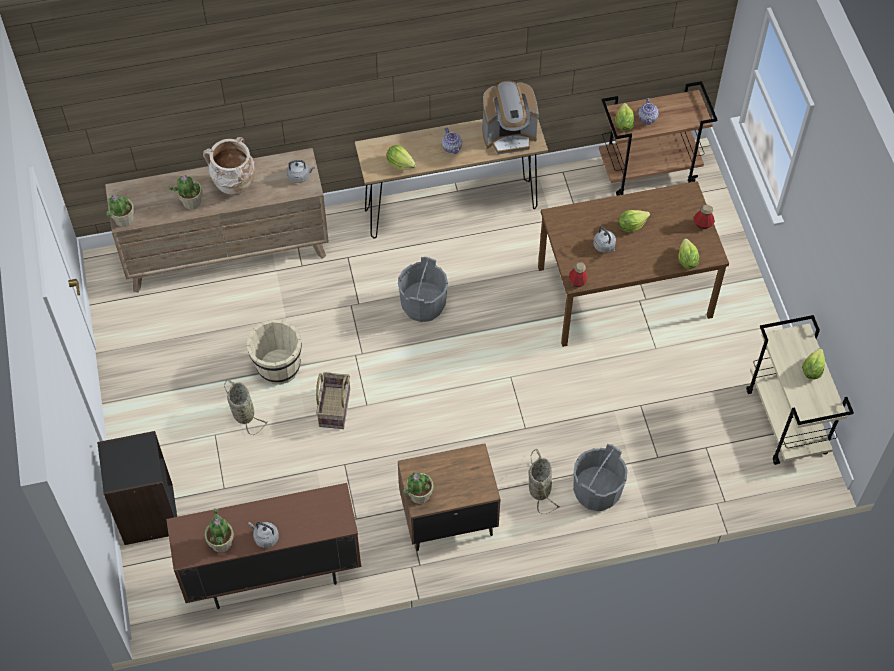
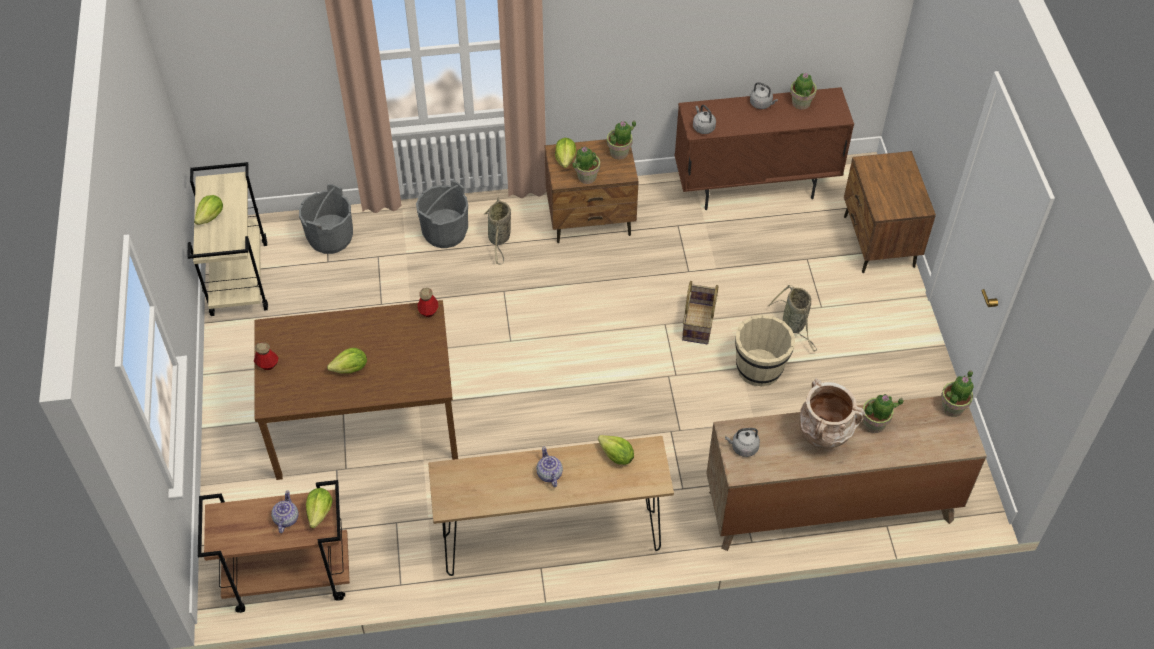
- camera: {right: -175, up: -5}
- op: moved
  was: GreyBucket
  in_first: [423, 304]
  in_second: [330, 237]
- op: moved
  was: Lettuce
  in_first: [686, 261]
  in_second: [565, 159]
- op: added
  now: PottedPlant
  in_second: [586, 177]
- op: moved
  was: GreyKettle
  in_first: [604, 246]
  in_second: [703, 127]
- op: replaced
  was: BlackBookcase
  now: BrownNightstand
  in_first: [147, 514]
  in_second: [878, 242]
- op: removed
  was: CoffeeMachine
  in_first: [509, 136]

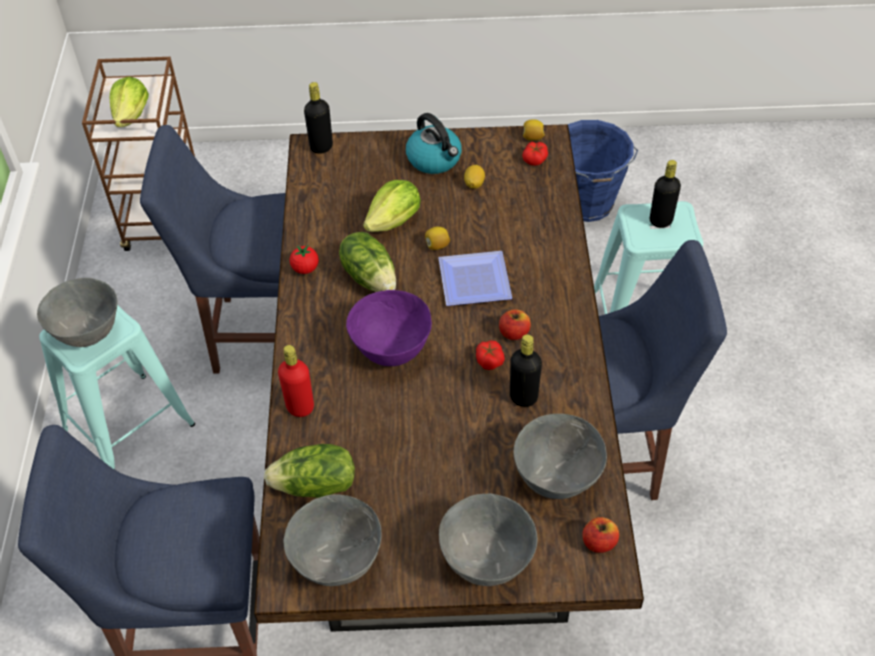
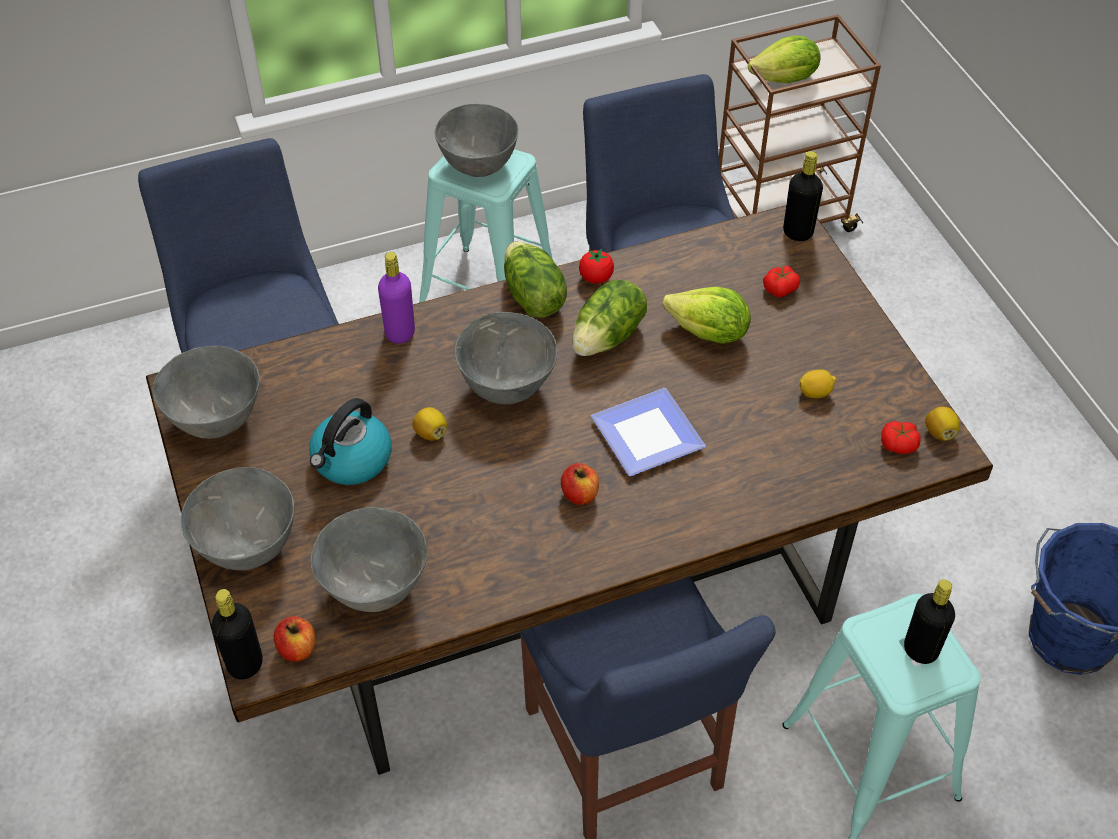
- camera: {right: 70, up: 0}
- op: moved
  was: BlackBottle
  in_first: [523, 397]
  in_second: [245, 664]
- op: moved
  was: Kettle
  in_first: [435, 159]
  in_second: [351, 460]
- op: recoloured
  was: RedBottle
  now: PurpleBottle
  in_first: [300, 407]
  in_second: [400, 333]
- op: moved
  was: Lemon
  in_first: [437, 245]
  in_second: [430, 433]
- op: recoloured
  was: PurpleBowl
  now: GreyBowl
  in_first: [391, 351]
  in_second: [506, 387]
- op: moved
  was: Lettuce
  in_first: [315, 486]
  in_second: [532, 298]
- op: moved
  was: Tomato
  in_first: [489, 360]
  in_second: [780, 288]

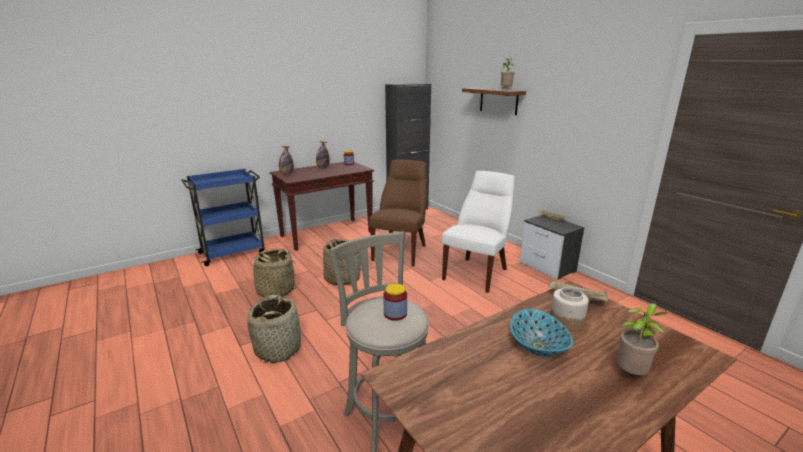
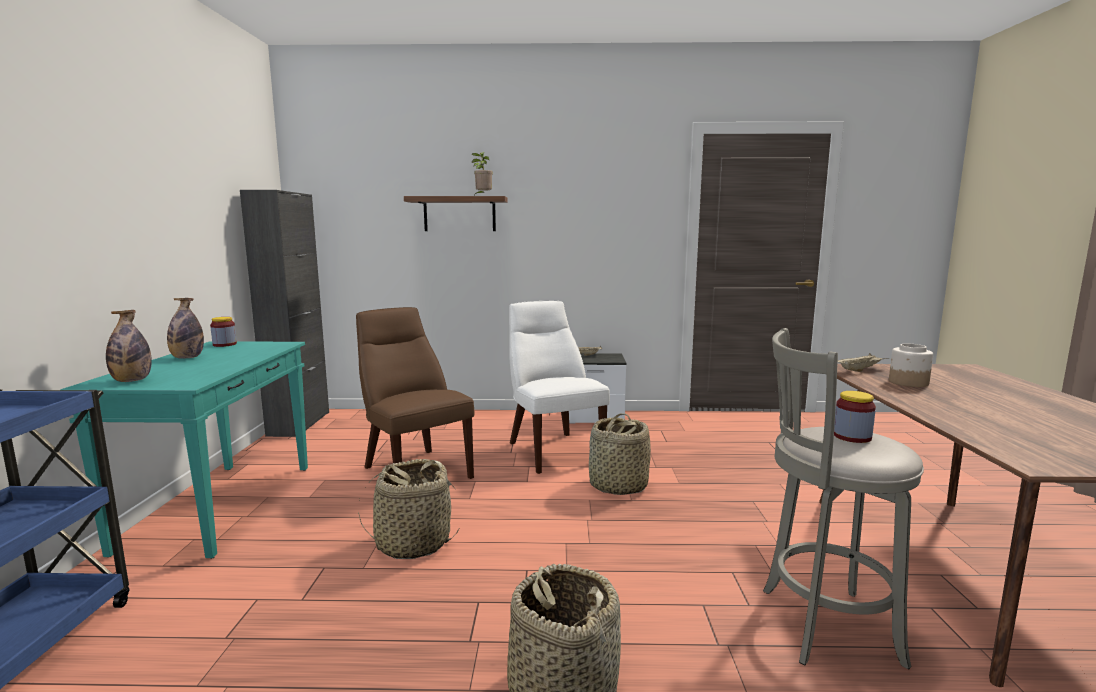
- camera: {right: -55, up: -10}
- op: recoloured
  was: BrownConsoleTable
  now: TurquoiseConsoleTable
  in_first: [327, 234]
  in_second: [221, 506]
- op: moved
  was: Basket
  in_first: [275, 290]
  in_second: [617, 485]
- op: removed
  was: Bowl
  in_first: [538, 347]
- op: removed
  was: PottedPlant
  in_first: [631, 374]

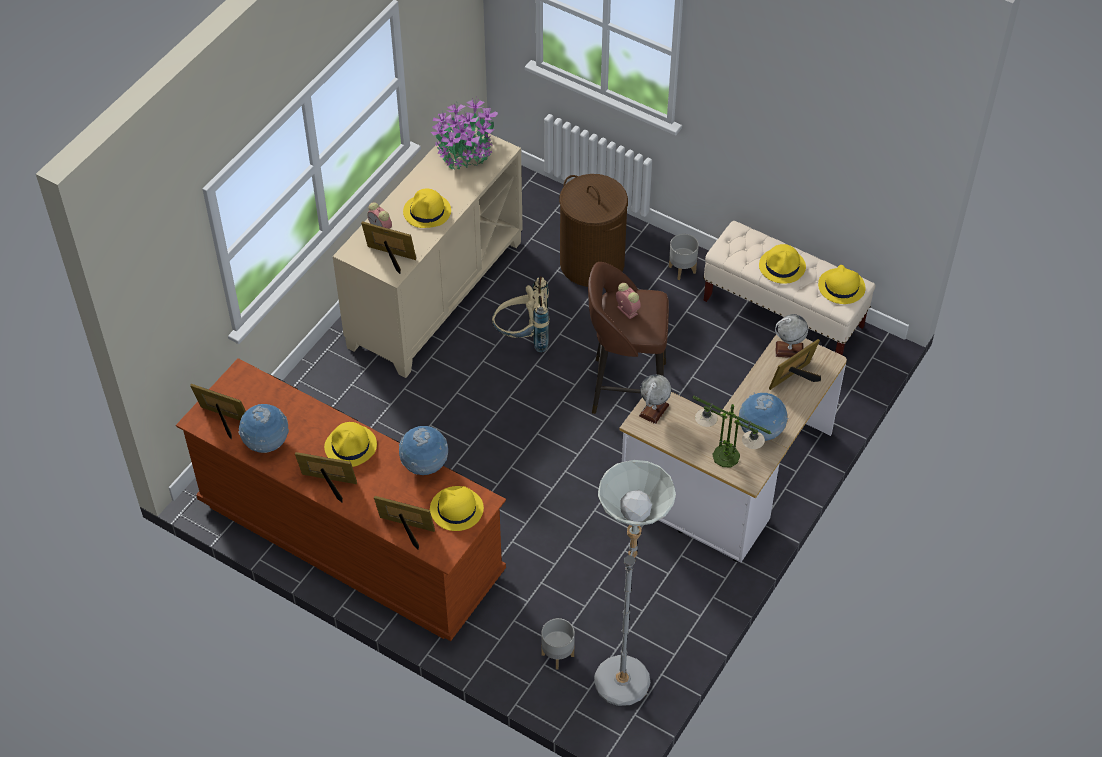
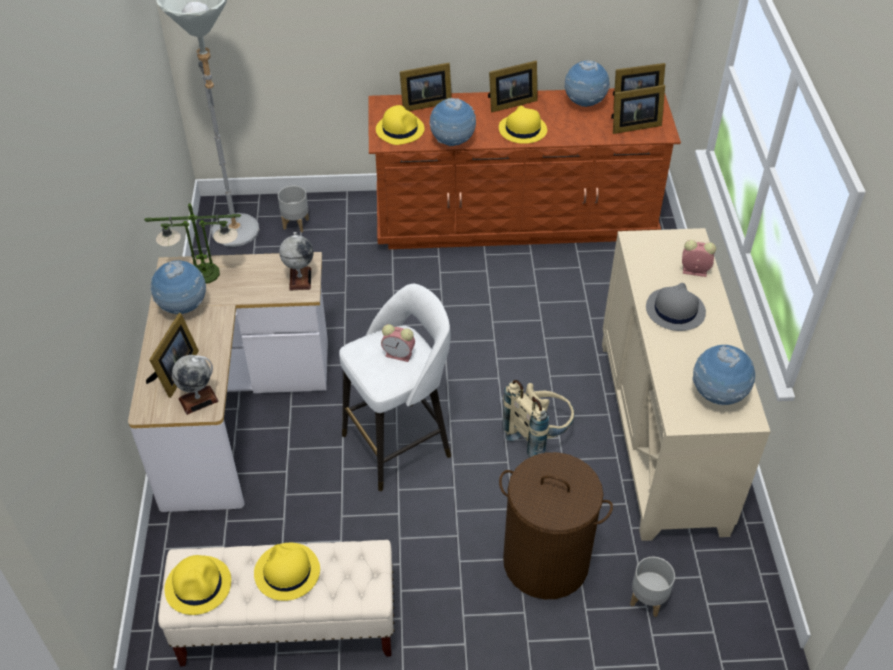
- camera: {right: 145, up: -5}
- op: recoloured
  was: BrownStool
  now: WhiteStool
  in_first: [625, 387]
  in_second: [399, 444]
- op: moved
  was: PictureFrame
  in_first: [391, 258]
  in_second: [633, 125]
- op: moved
  was: GreyPlanter
  in_first: [682, 270]
  in_second: [647, 600]
- op: recoloured
  was: YellowHat
  now: GreyHat
  in_first: [427, 212]
  in_second: [674, 310]
- op: replaced
  was: PottedPlant
  now: Globe
  in_first: [465, 151]
  in_second: [717, 396]

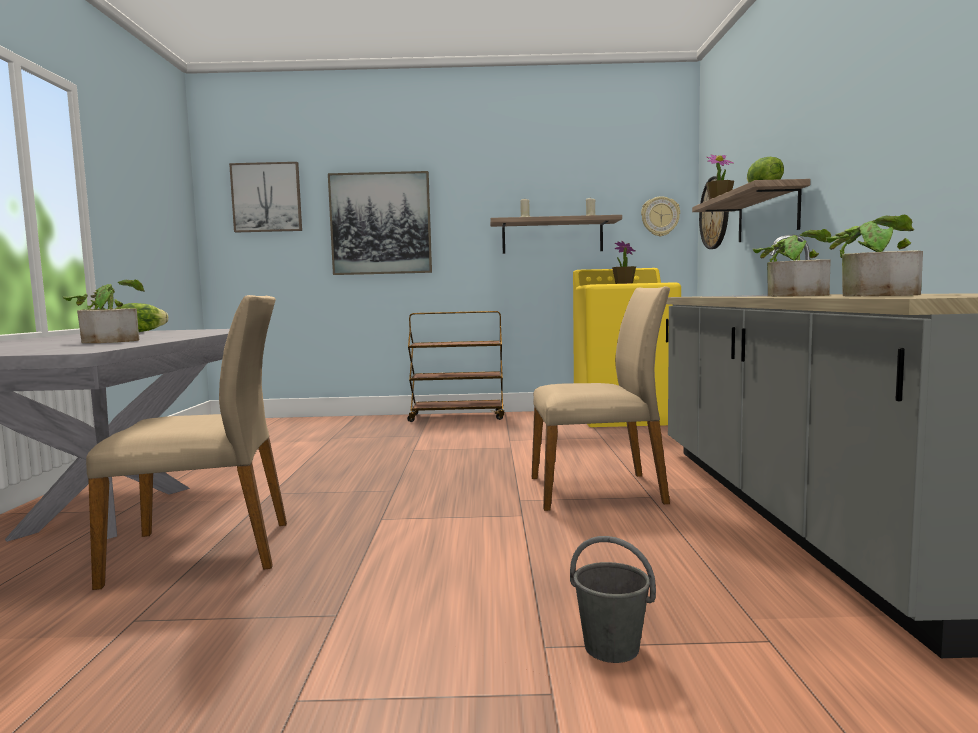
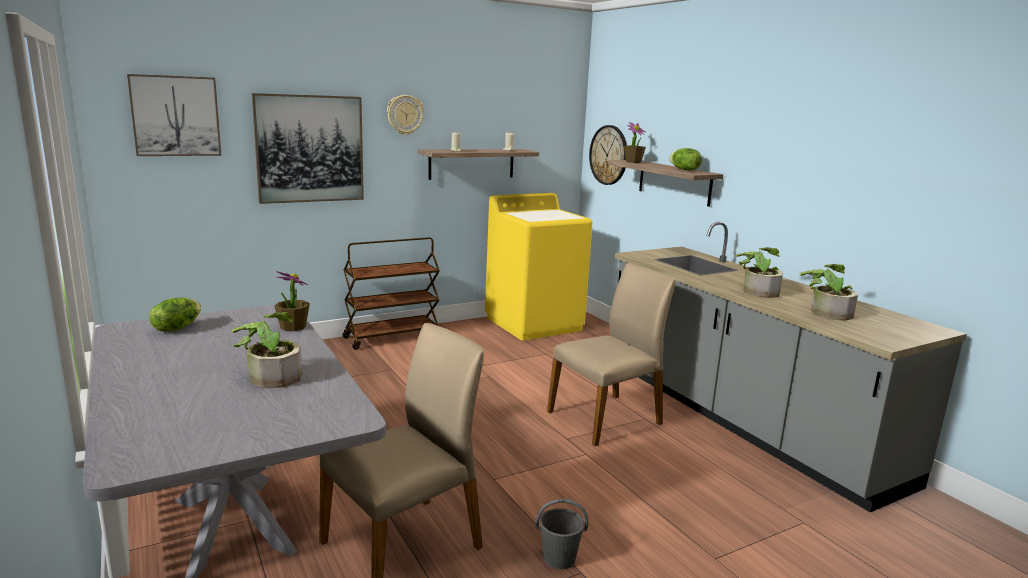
- camera: {right: -30, up: 10}
- op: moved
  was: PottedPlant
  in_first: [623, 283]
  in_second: [293, 327]
- op: moved
  was: WallClock
  in_first: [660, 216]
  in_second: [405, 114]
- op: moved
  was: GreyBucket
  in_first: [610, 647]
  in_second: [558, 558]

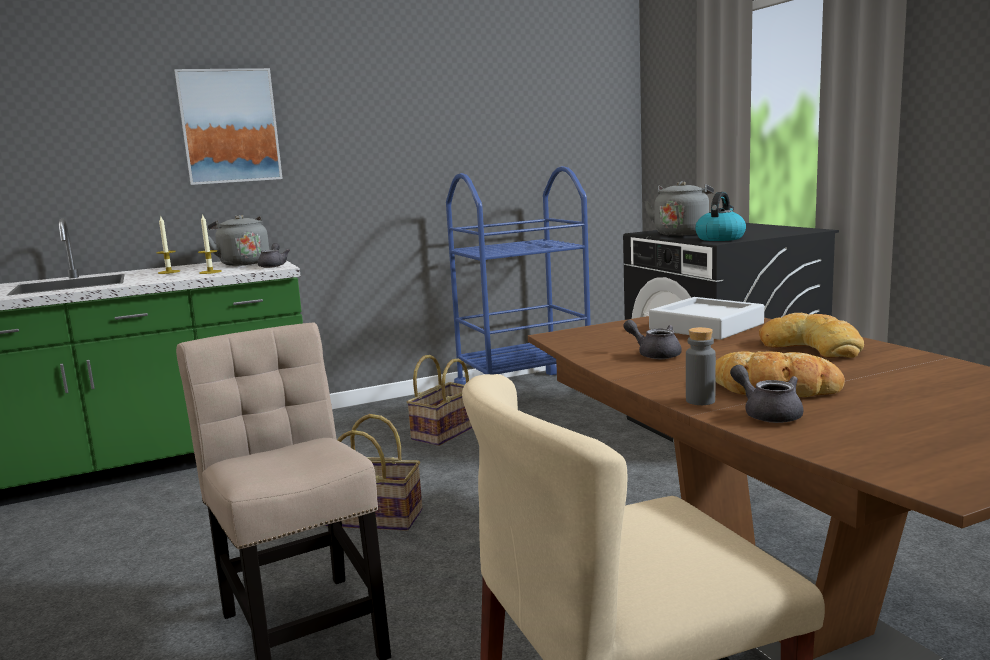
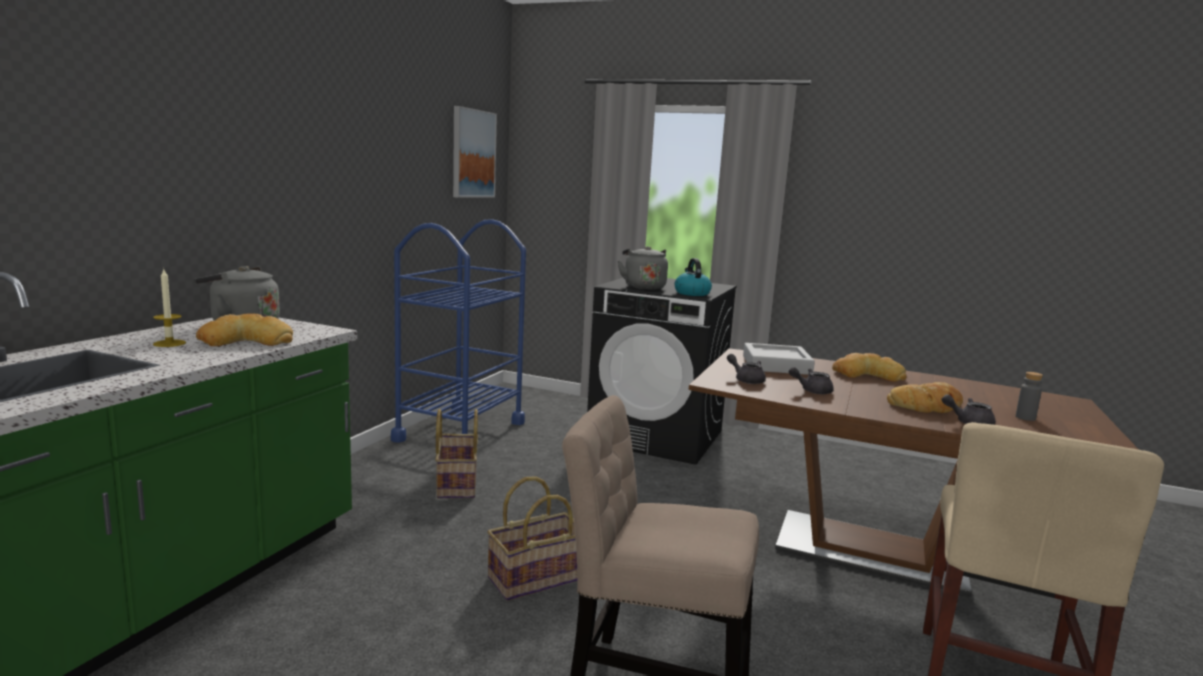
- camera: {right: -45, up: 0}
- op: replaced
  was: Candle
  now: Bread
  in_first: [210, 272]
  in_second: [246, 341]
- op: moved
  was: Picture
  in_first: [229, 126]
  in_second: [473, 154]
- op: moved
  was: GreyTeapot
  in_first: [273, 265]
  in_second: [746, 380]
- op: moved
  was: GreyBottle
  in_first: [700, 401]
  in_second: [1025, 418]

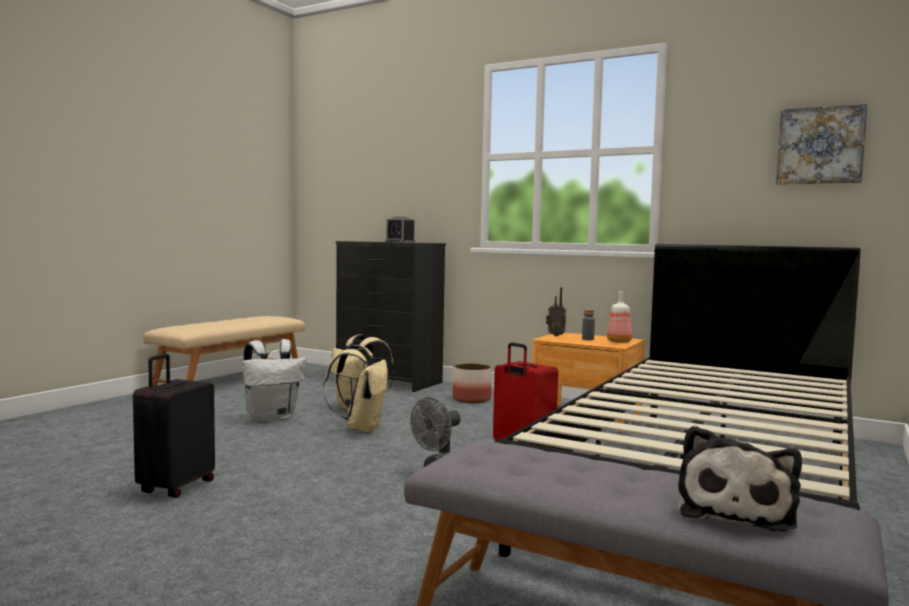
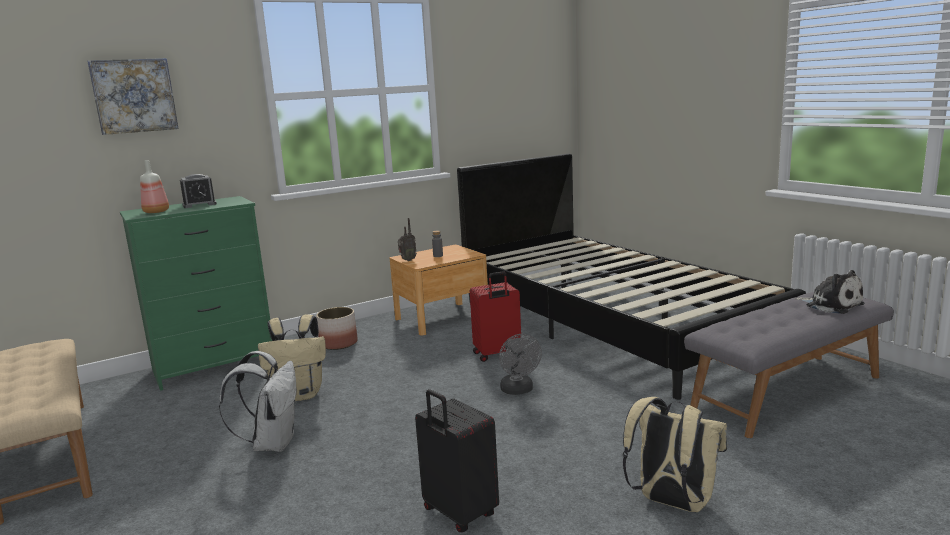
- camera: {right: -60, up: 10}
- op: moved
  was: Picture
  in_first: [820, 145]
  in_second: [134, 96]
- op: recoloured
  was: BlackDresser
  now: GreenDresser
  in_first: [388, 381]
  in_second: [214, 366]
- op: moved
  was: Bottle
  in_first: [620, 341]
  in_second: [157, 212]
- op: moved
  was: BeigeBackpack
  in_first: [361, 428]
  in_second: [671, 502]

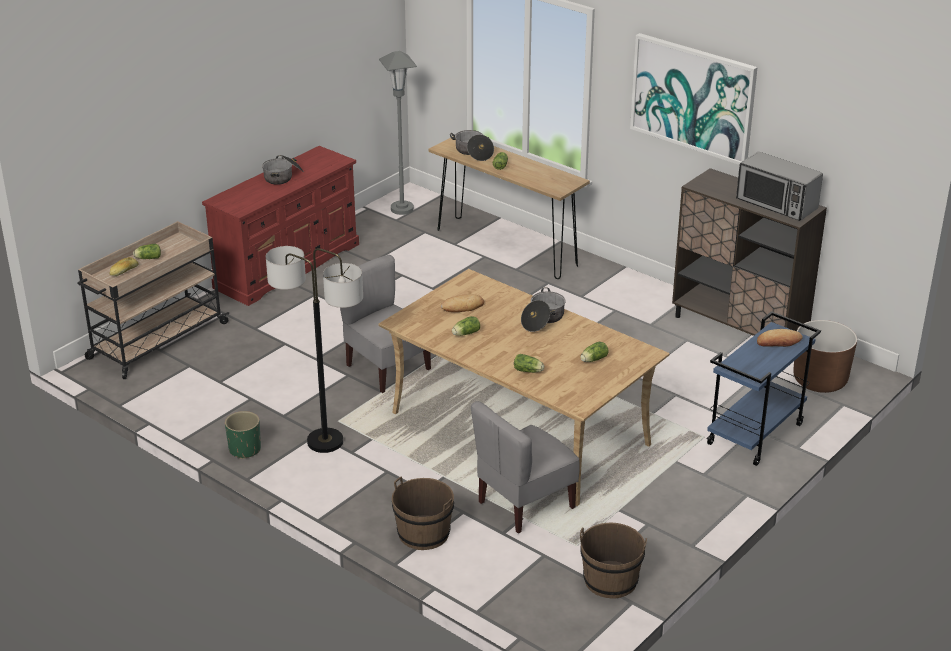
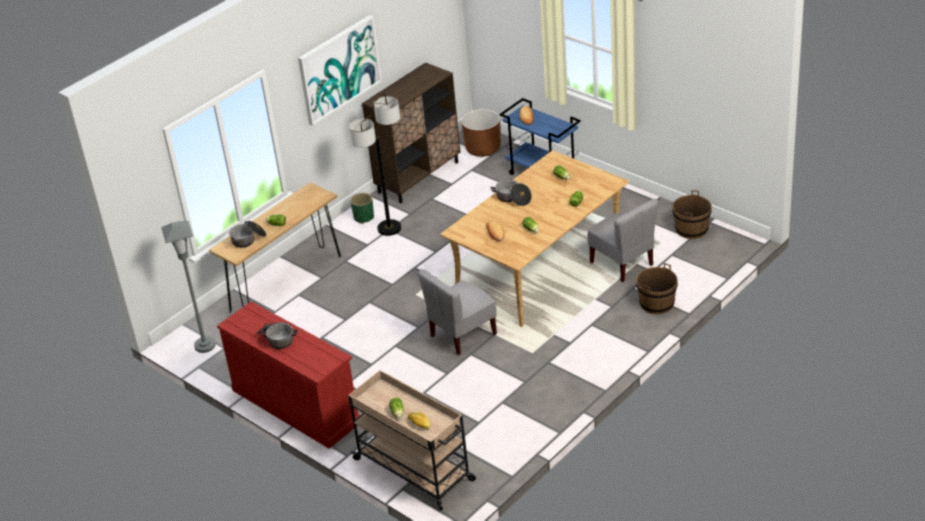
- camera: {right: -85, up: 5}
- op: moved
  was: FloorLamp
  in_first: [325, 441]
  in_second: [389, 228]
- op: moved
  was: GreenPlanter
  in_first: [245, 449]
  in_second: [364, 217]
- op: removed
  was: Microwave
  in_first: [776, 204]

